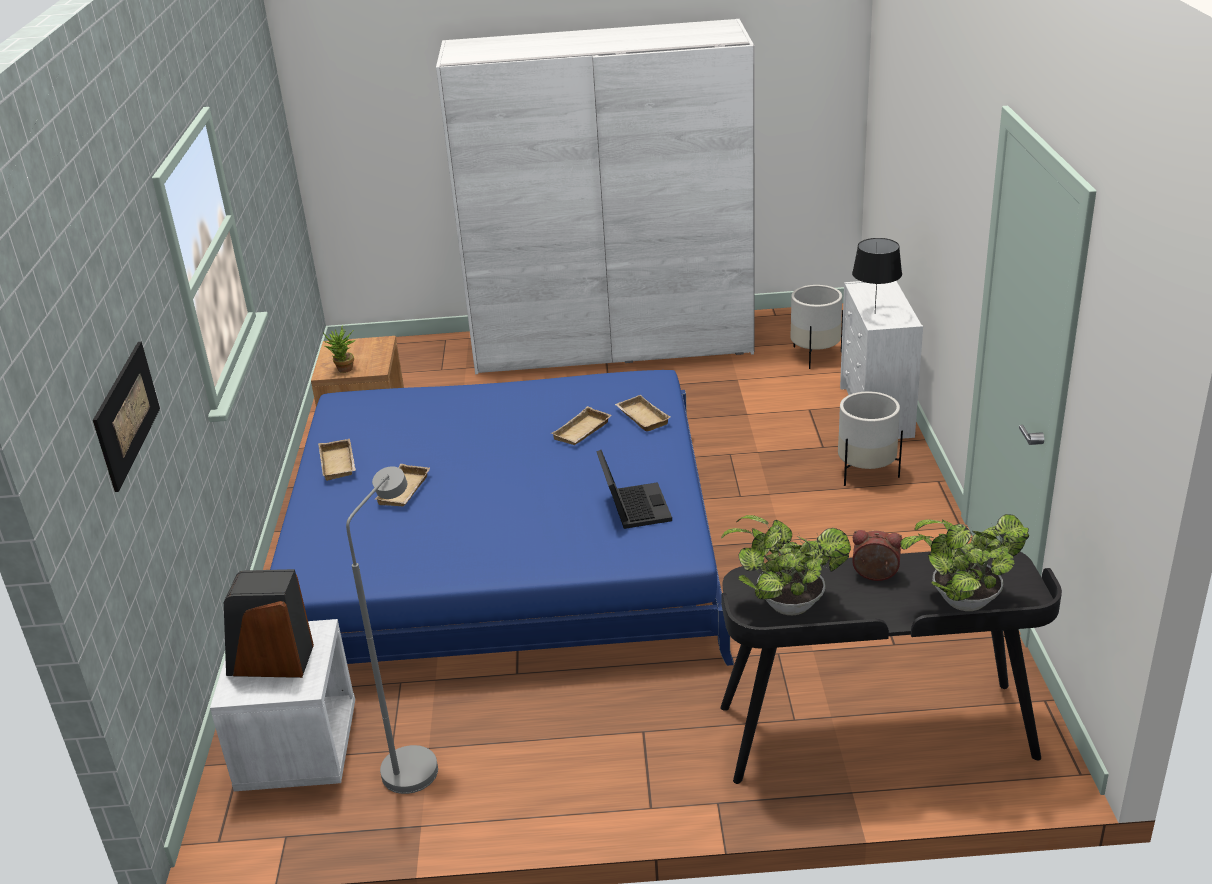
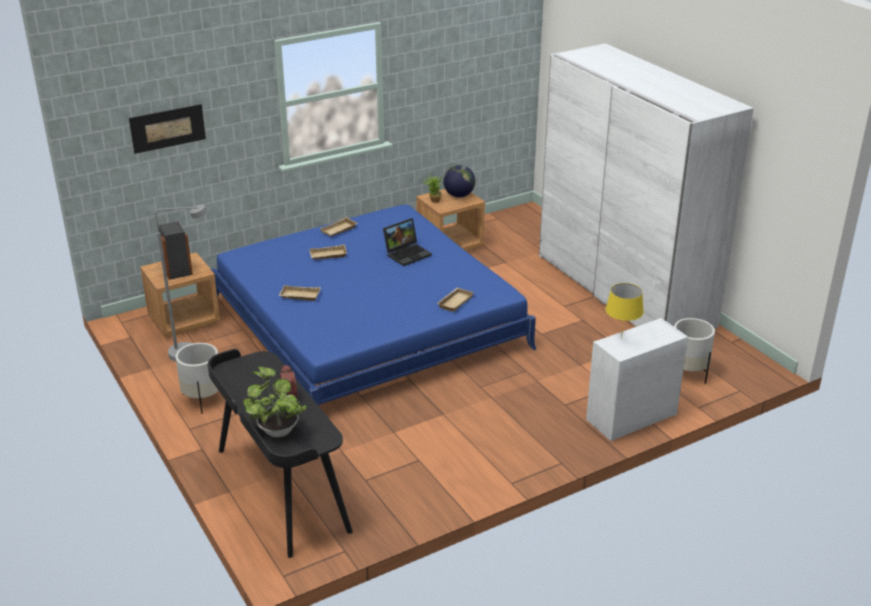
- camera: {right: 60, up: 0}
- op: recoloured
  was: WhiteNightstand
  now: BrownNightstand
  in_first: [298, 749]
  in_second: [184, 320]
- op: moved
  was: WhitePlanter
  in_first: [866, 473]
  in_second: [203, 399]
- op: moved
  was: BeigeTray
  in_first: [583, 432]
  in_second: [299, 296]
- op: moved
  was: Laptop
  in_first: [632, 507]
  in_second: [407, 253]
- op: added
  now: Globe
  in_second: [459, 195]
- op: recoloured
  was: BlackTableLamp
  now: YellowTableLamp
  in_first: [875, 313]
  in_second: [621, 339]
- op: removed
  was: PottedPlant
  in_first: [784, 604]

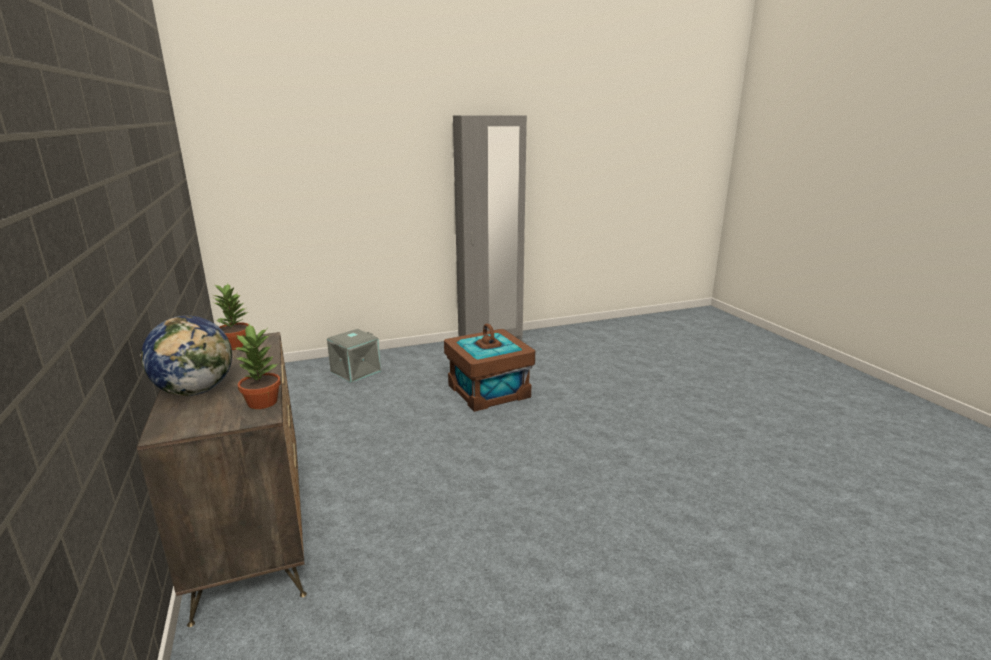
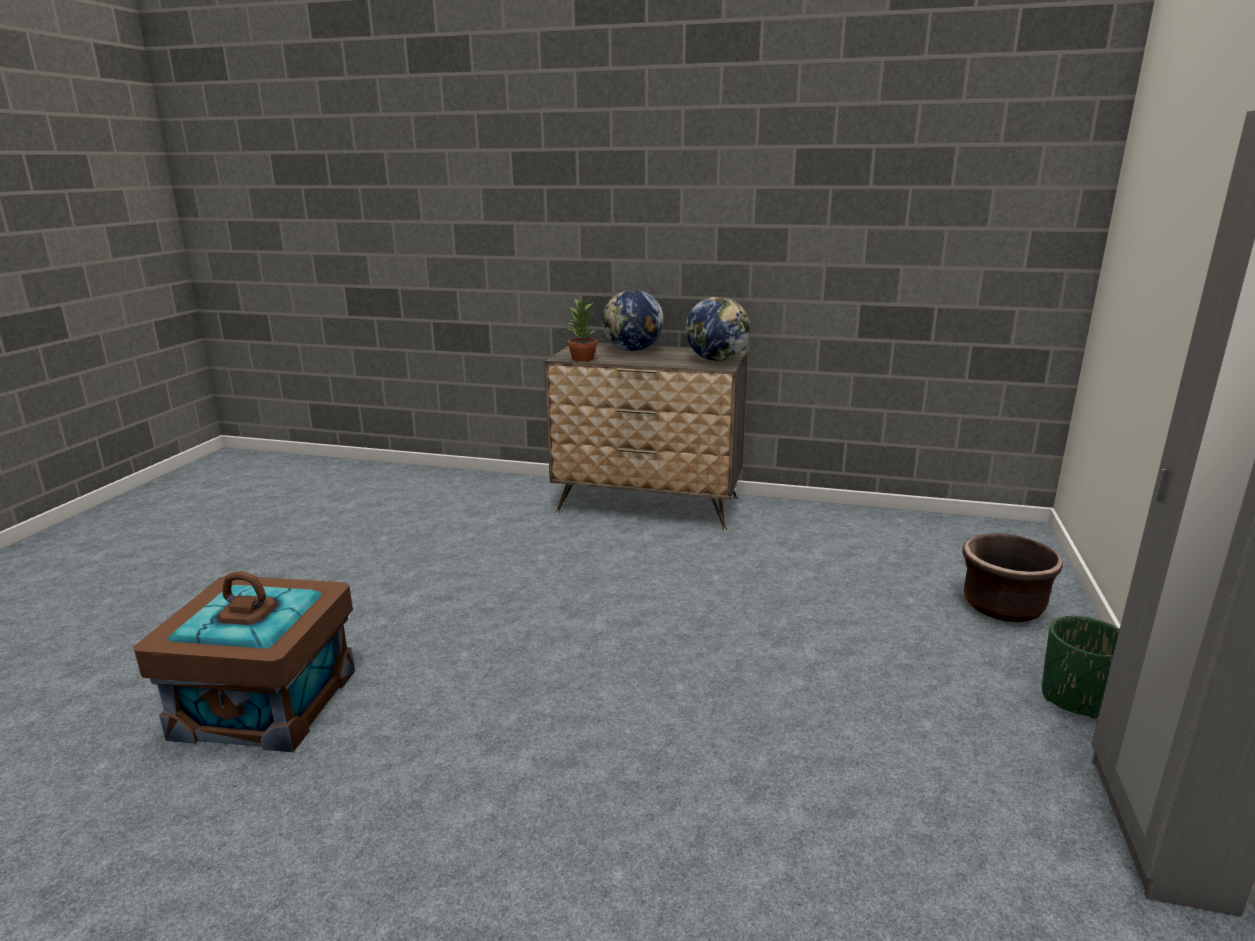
- camera: {right: 125, up: 0}
- op: moved
  was: BrownStorageBox
  in_first: [488, 391]
  in_second: [267, 703]
- op: replaced
  was: PottedPlant
  now: Globe
  in_first: [235, 345]
  in_second: [717, 360]
- op: replaced
  was: GreyStorageBox
  now: BrownPlanter
  in_first: [355, 371]
  in_second: [1003, 607]
- op: added
  now: GreenPlanter
  in_second: [1075, 699]

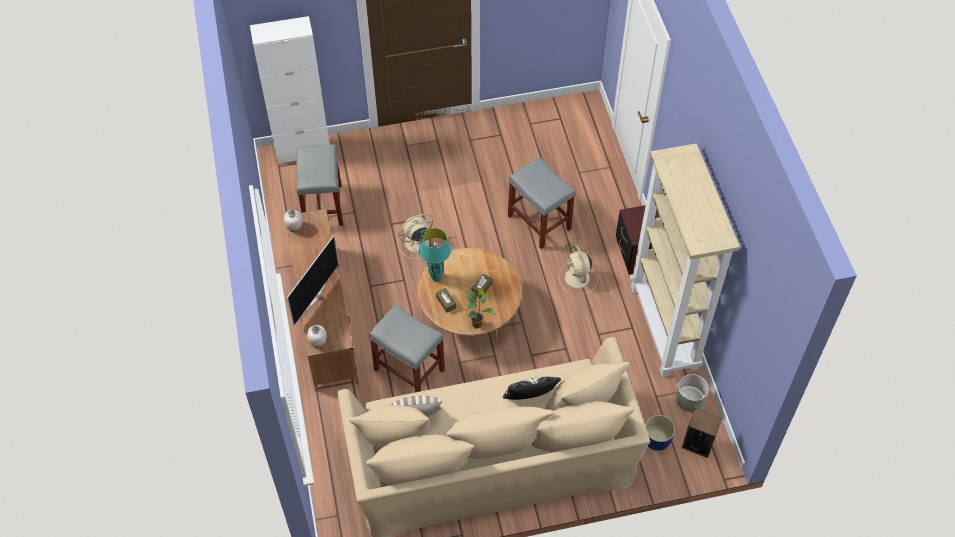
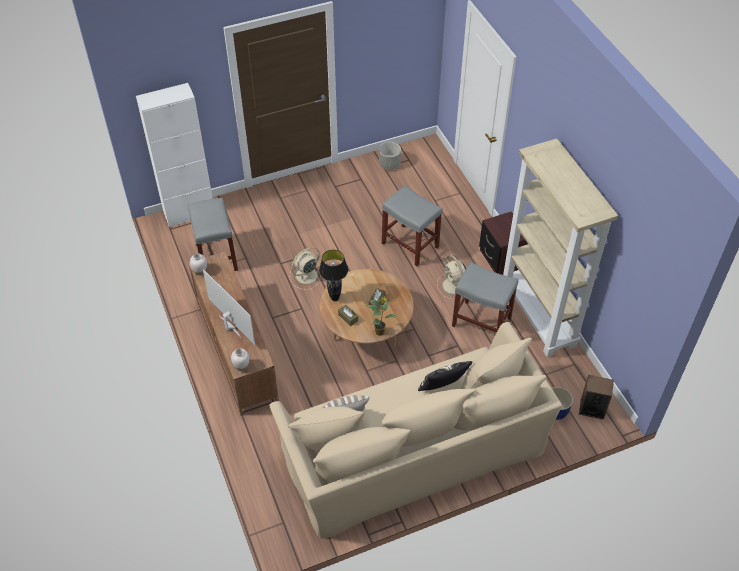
- camera: {right: -10, up: -5}
- op: turned
  was: Television
  in_first: [314, 297]
  in_second: [229, 327]
  clockwise: -60
- op: recoloured
  was: TurquoiseTableLamp
  now: BlackTableLamp
  in_first: [436, 278]
  in_second: [334, 298]
- op: moved
  was: GreyPlanter
  in_first: [689, 400]
  in_second: [389, 164]
- op: moved
  was: GreyStool
  in_first: [408, 369]
  in_second: [480, 321]

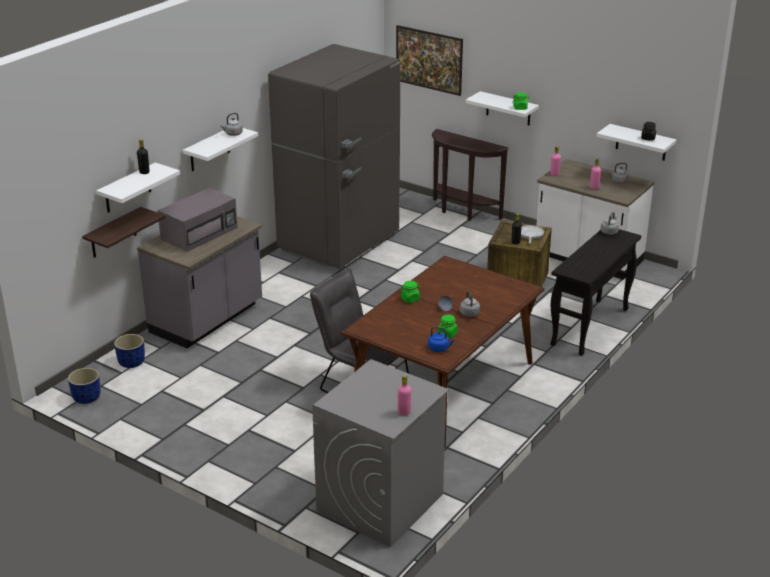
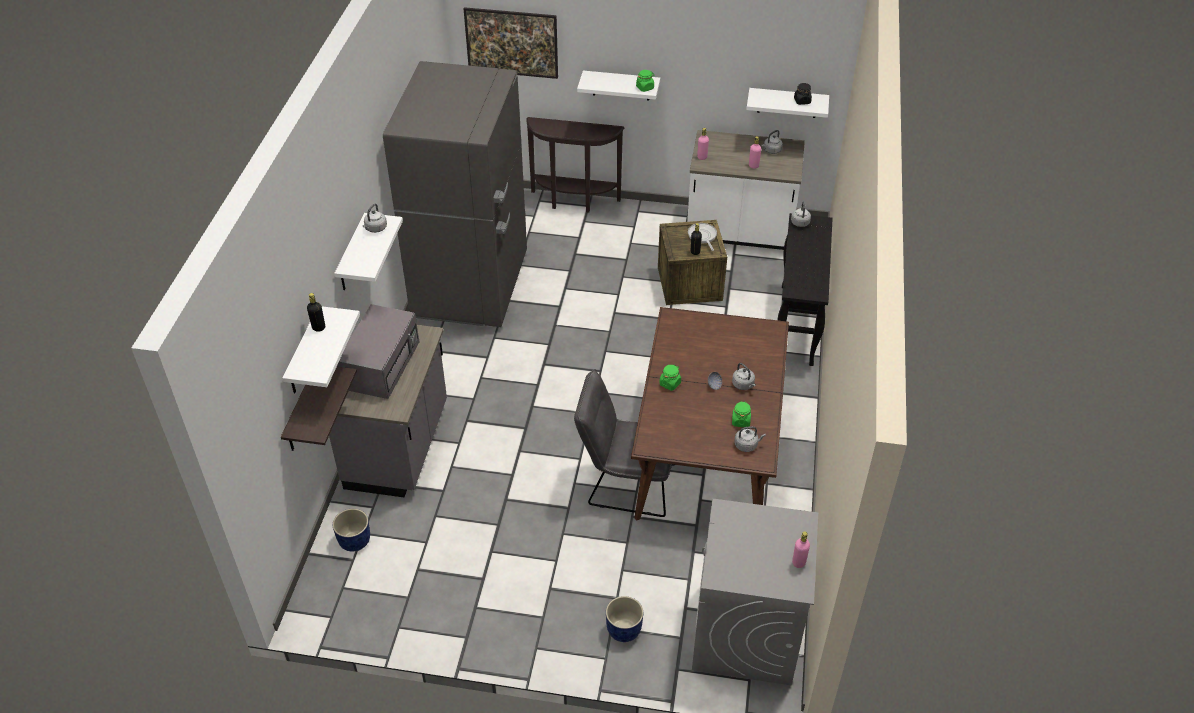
- camera: {right: -25, up: 15}
- op: moved
  was: BluePlanter
  in_first: [86, 397]
  in_second: [623, 629]
- op: recoloured
  was: BlueKettle
  now: GreyKettle
  in_first: [439, 348]
  in_second: [747, 445]

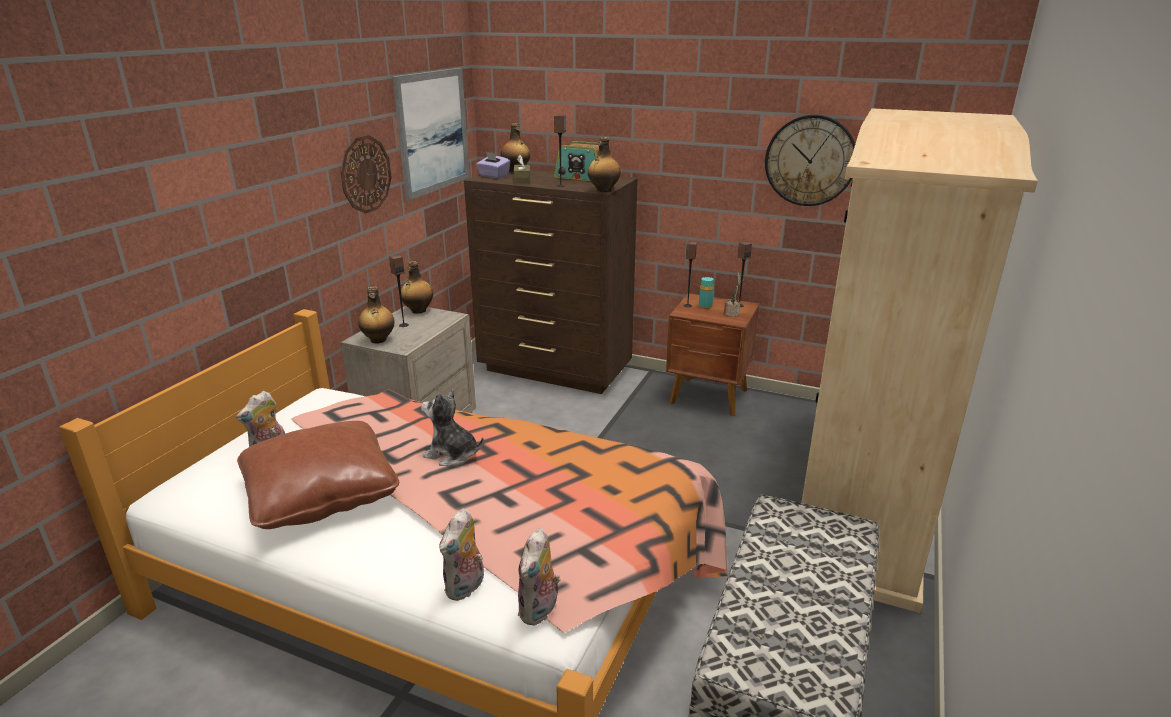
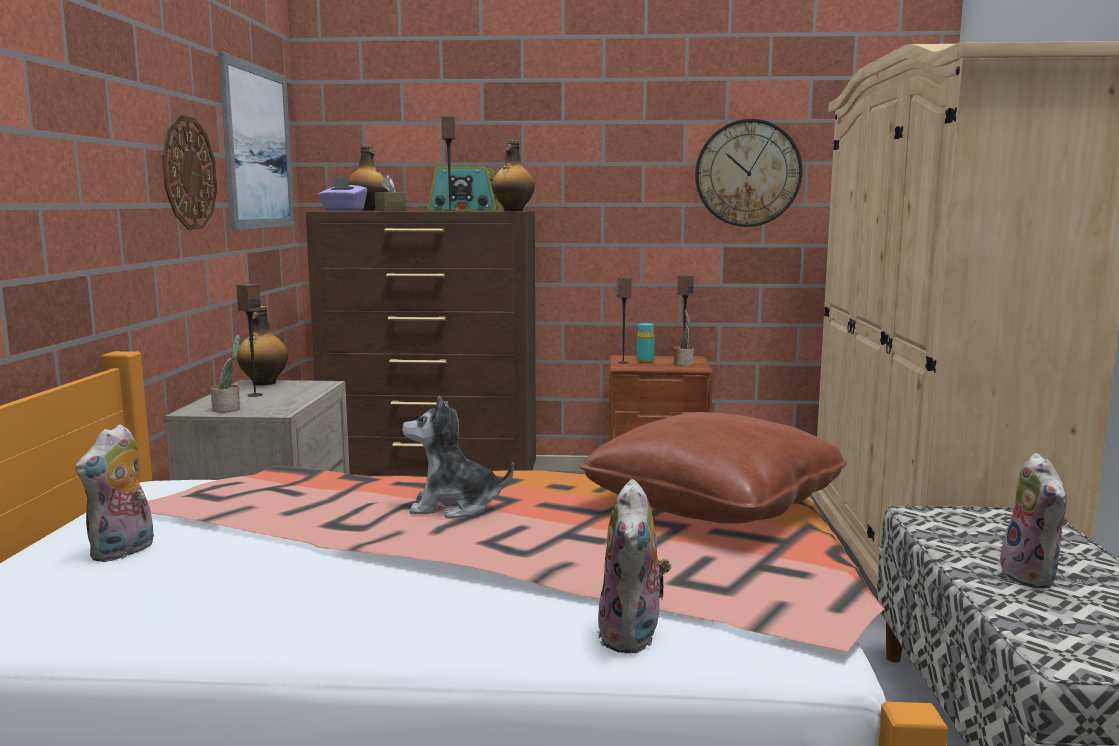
- camera: {right: -20, up: -15}
- op: replaced
  was: Bottle
  now: PottedPlant
  in_first: [378, 340]
  in_second: [228, 409]
- op: moved
  was: BrownPillow
  in_first: [321, 494]
  in_second: [714, 505]
- op: moved
  was: PlushToy
  in_first: [540, 611]
  in_second: [1033, 577]

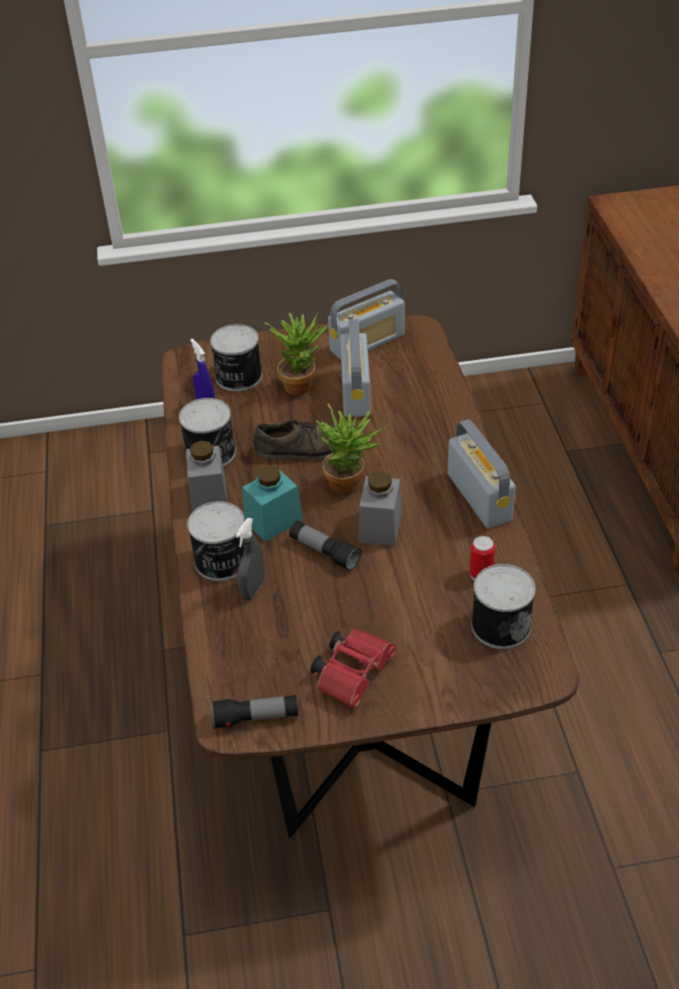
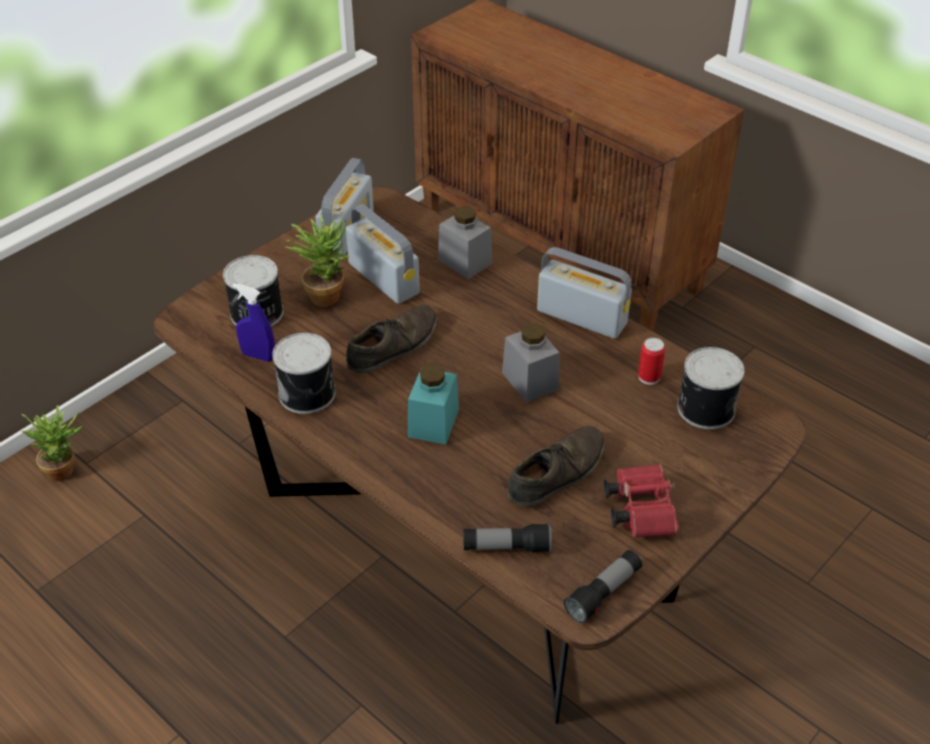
- camera: {right: -40, up: 0}
- op: moved
  was: PottedPlant
  in_first: [351, 484]
  in_second: [65, 469]
- op: moved
  was: GreyJar
  in_first: [209, 495]
  in_second: [465, 261]
- op: moved
  was: Flashlight
  in_first: [324, 552]
  in_second: [506, 547]
- op: added
  now: BrownShoe
  in_second: [557, 472]
- op: removed
  was: Can
  in_first: [221, 561]
- op: removed
  was: GreySprayBottle
  in_first: [253, 589]

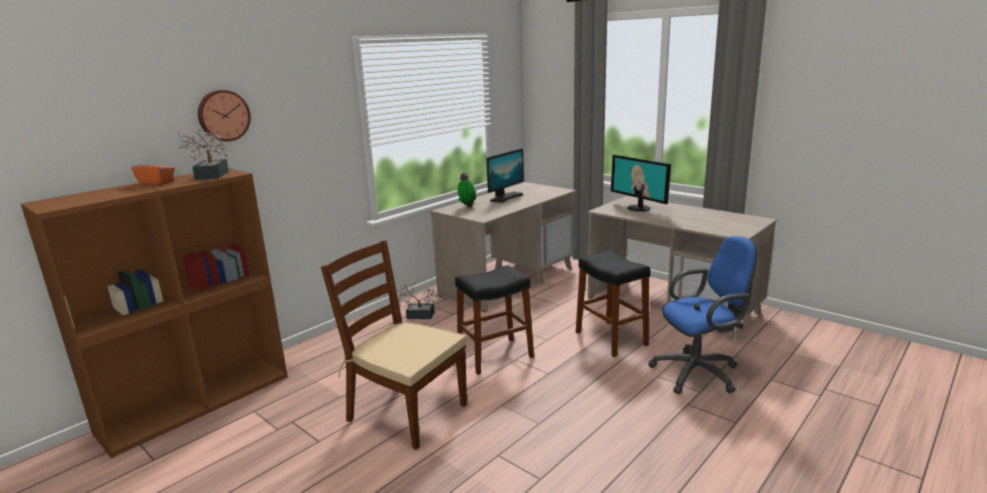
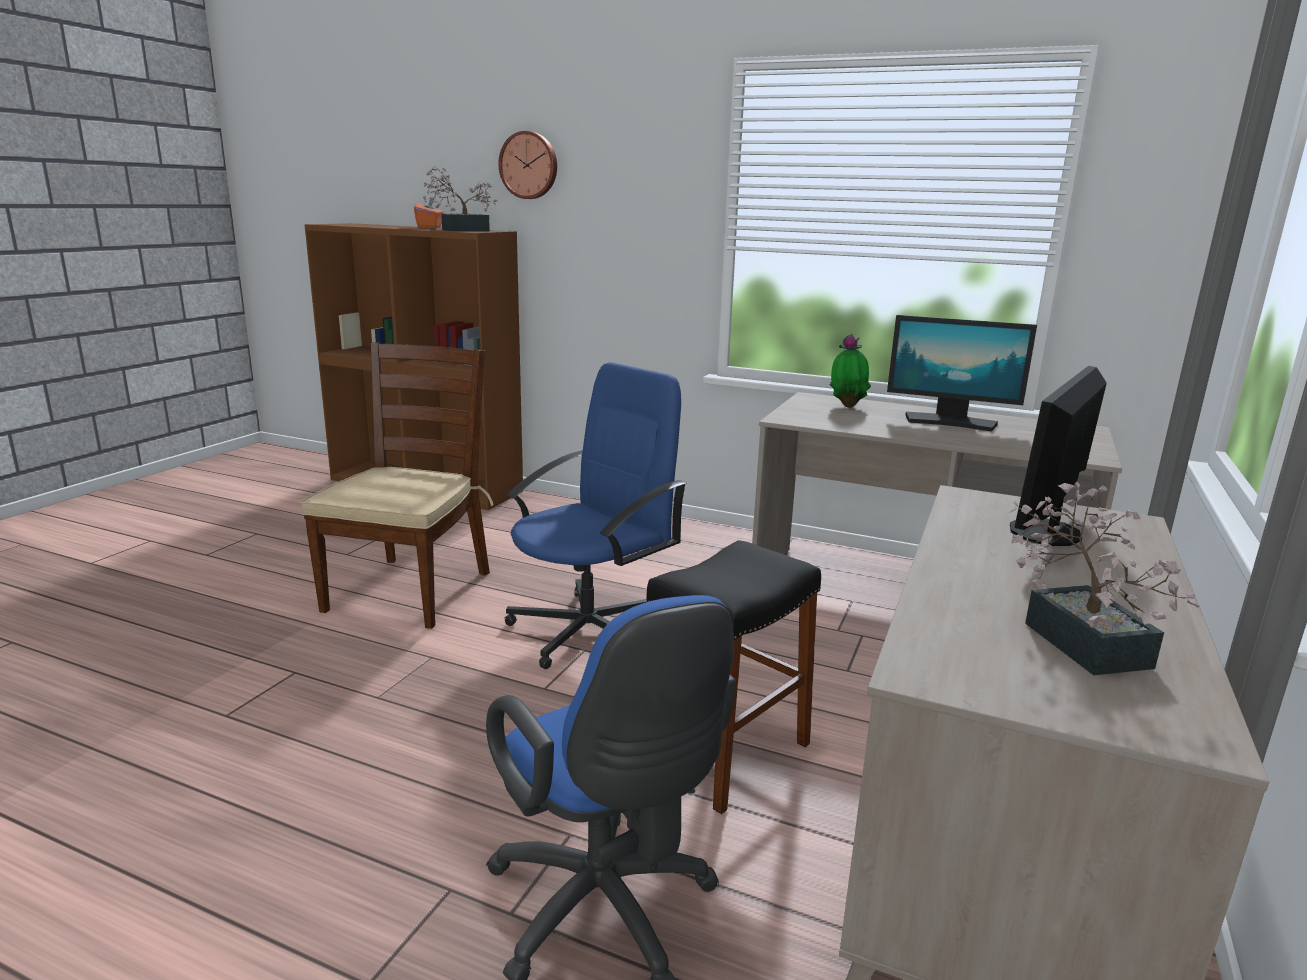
- camera: {right: 70, up: 0}
- op: replaced
  was: BlackStool
  now: BlueOfficeChair
  in_first: [495, 356]
  in_second: [590, 630]
- op: moved
  was: PottedPlant
  in_first: [417, 315]
  in_second: [1078, 637]

